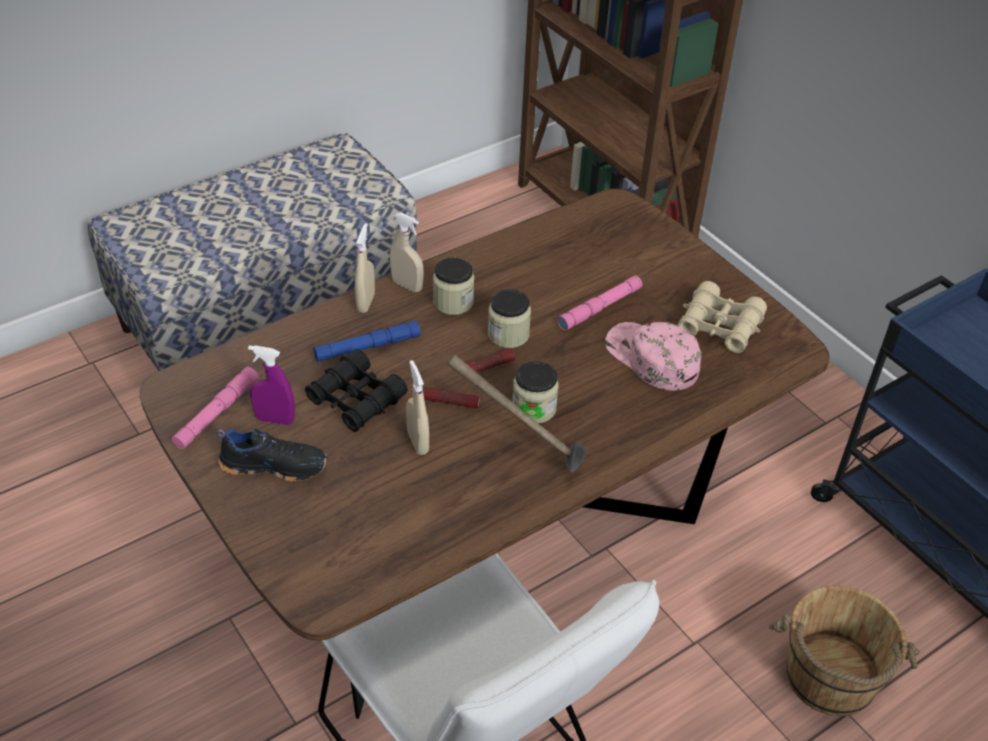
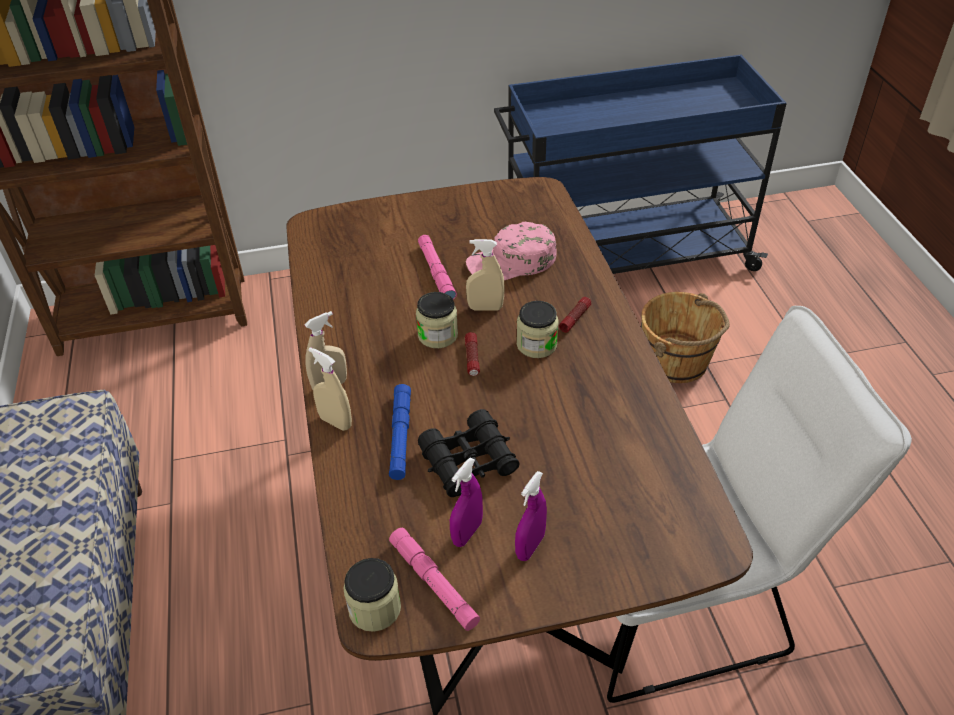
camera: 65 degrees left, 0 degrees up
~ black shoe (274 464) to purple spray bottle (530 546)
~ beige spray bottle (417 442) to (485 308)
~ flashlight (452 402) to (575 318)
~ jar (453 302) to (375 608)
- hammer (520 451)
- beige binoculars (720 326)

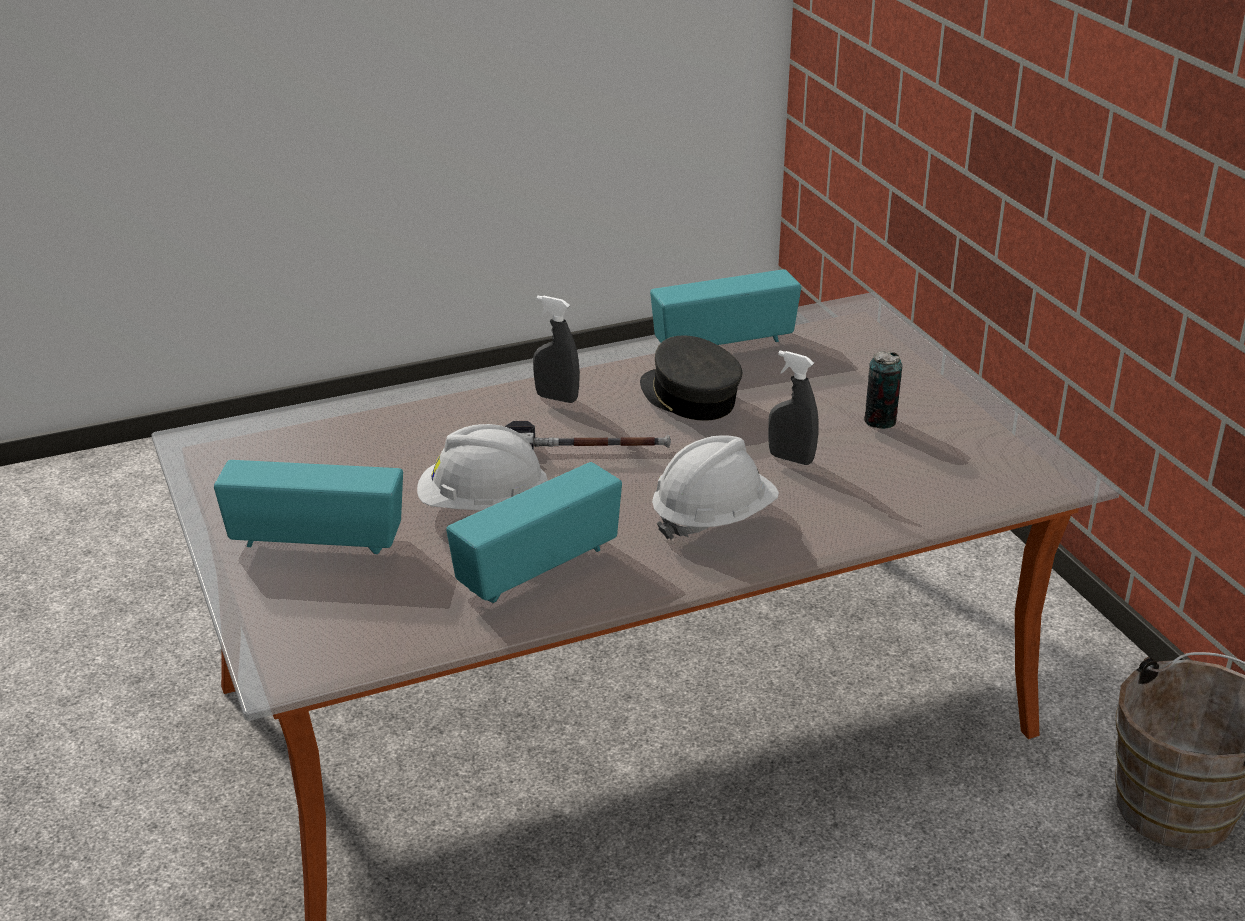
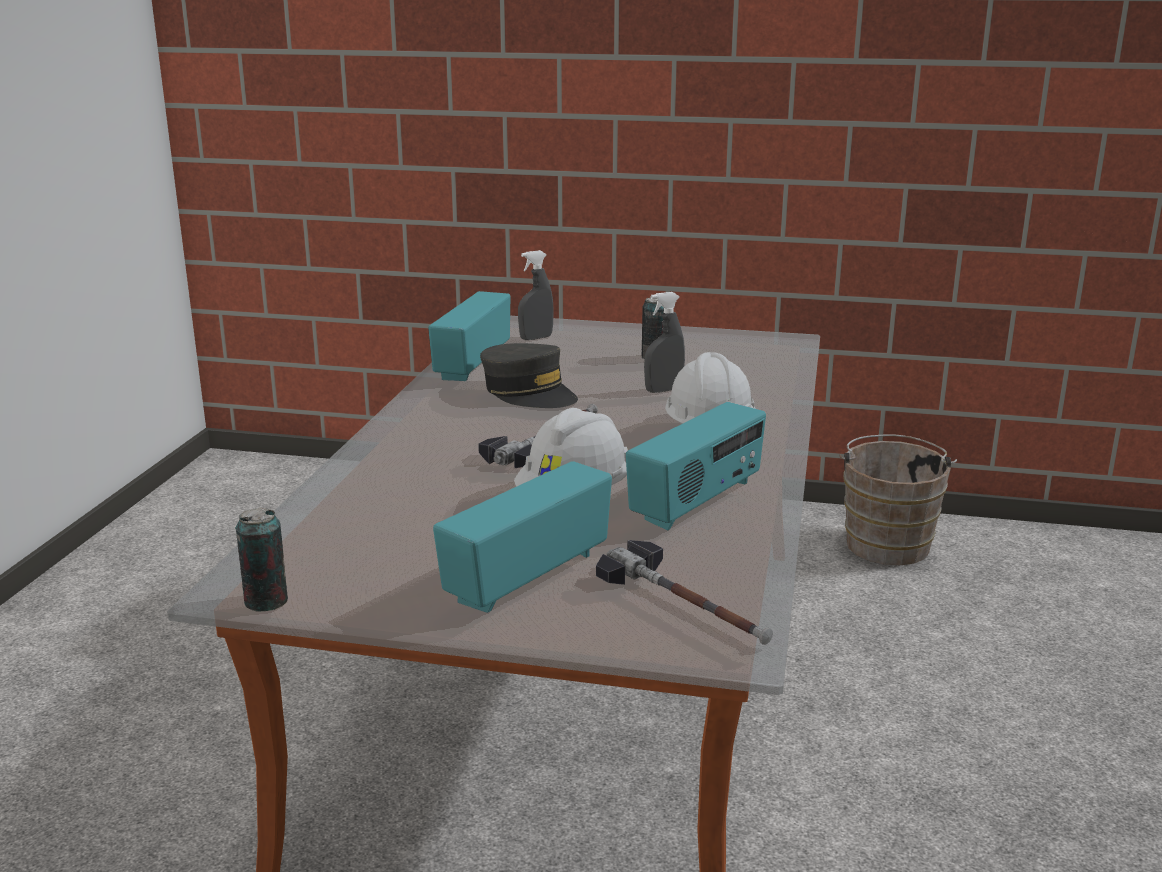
camera: 55 degrees left, 10 degrees down
~ radio (536 568) = (697 502) 135 degrees counterclockwise
~ grey spray bottle (556 398) to (536 338)
~ grey cap (689 397) = (529 393) 135 degrees counterclockwise
+ can (266 601)
+ hammer (686 603)

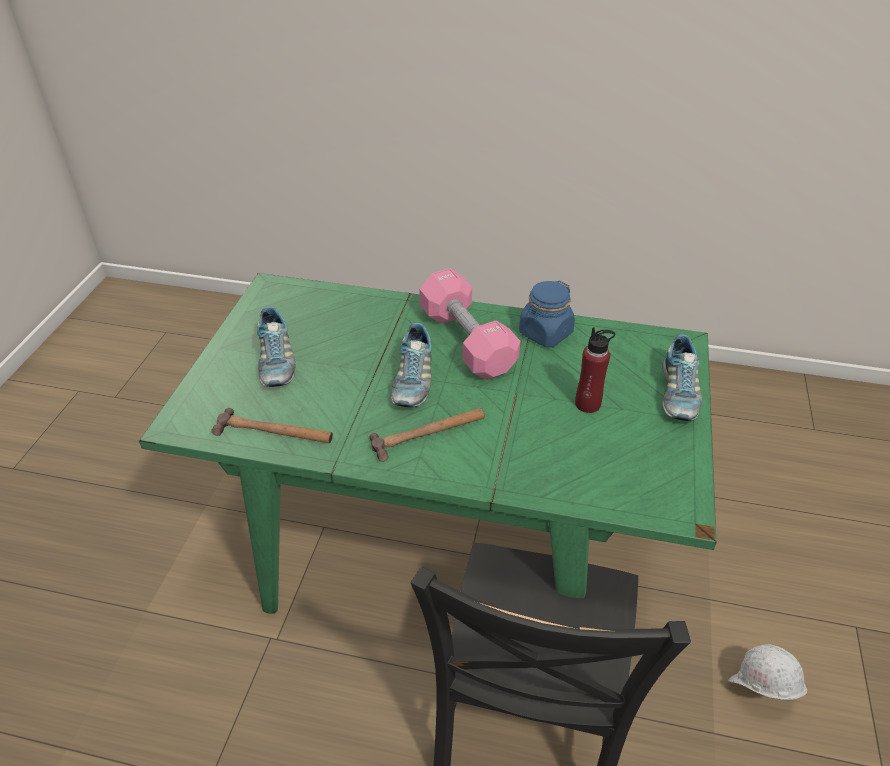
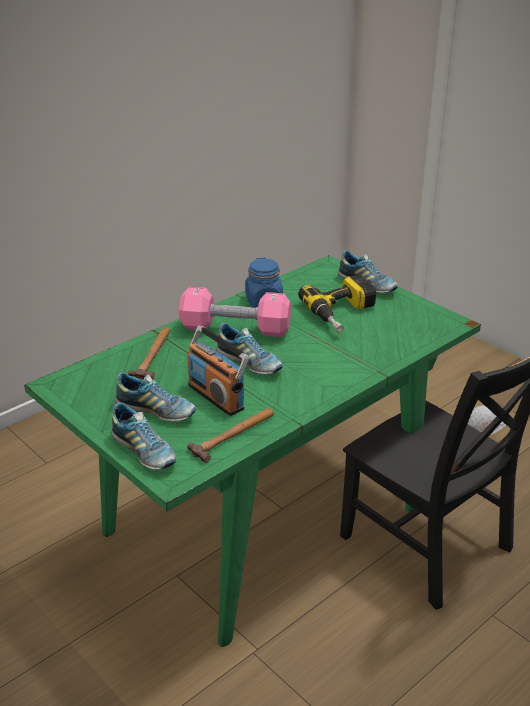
camera: 55 degrees left, 10 degrees down
~ hammer (429 434) to (154 355)
~ red bottle (588 404) to power drill (343 314)
+ shoe (144 451)
+ radio (216 396)

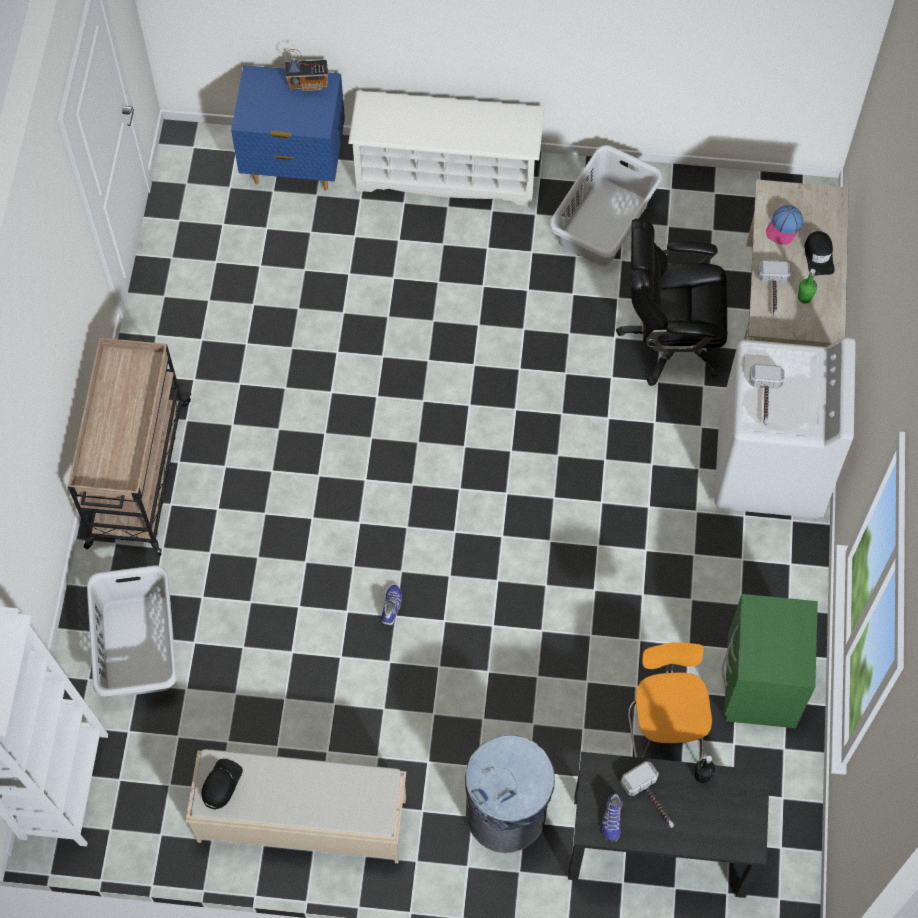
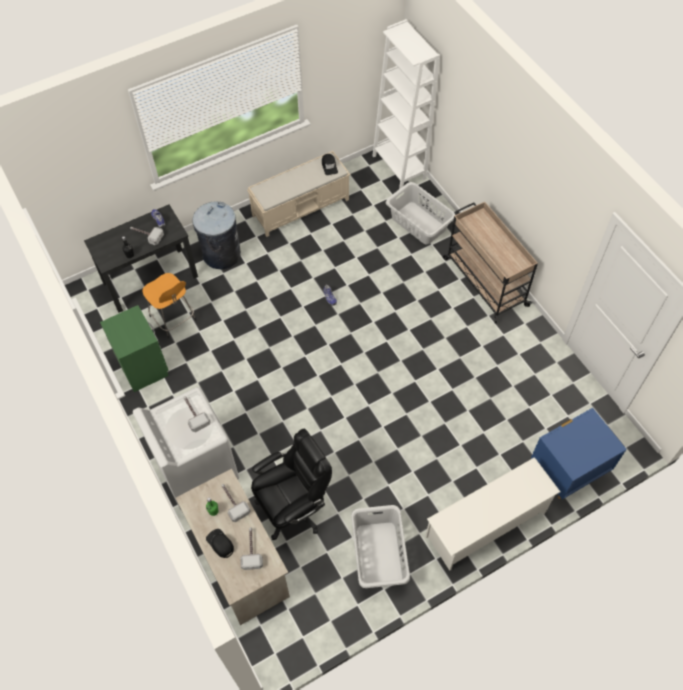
camera: 145 degrees right, 5 degrees down
- radio (308 83)
~ cap (784 227) to hammer (251 549)

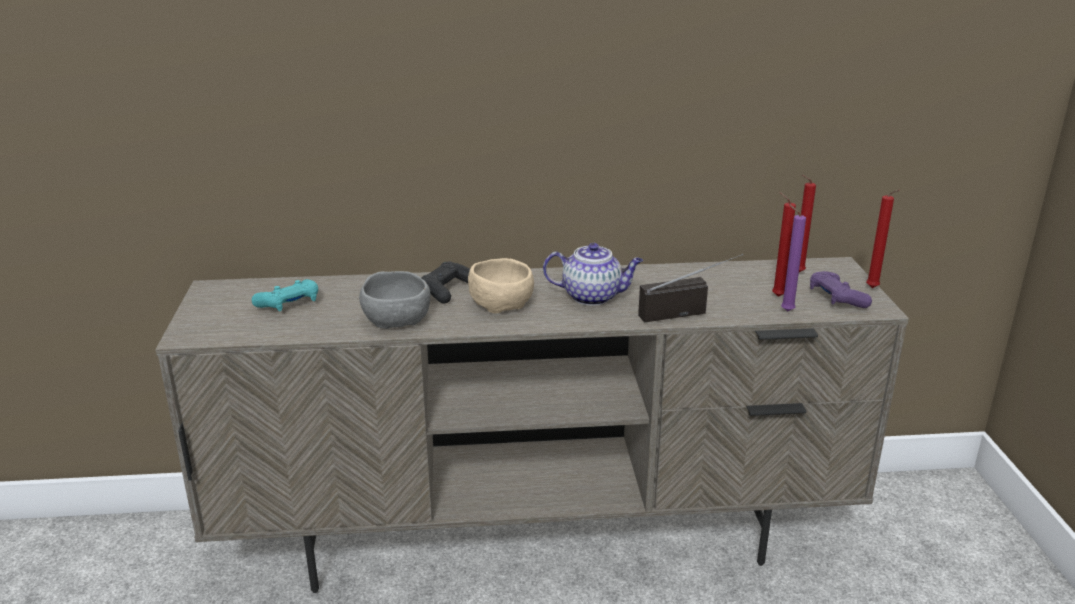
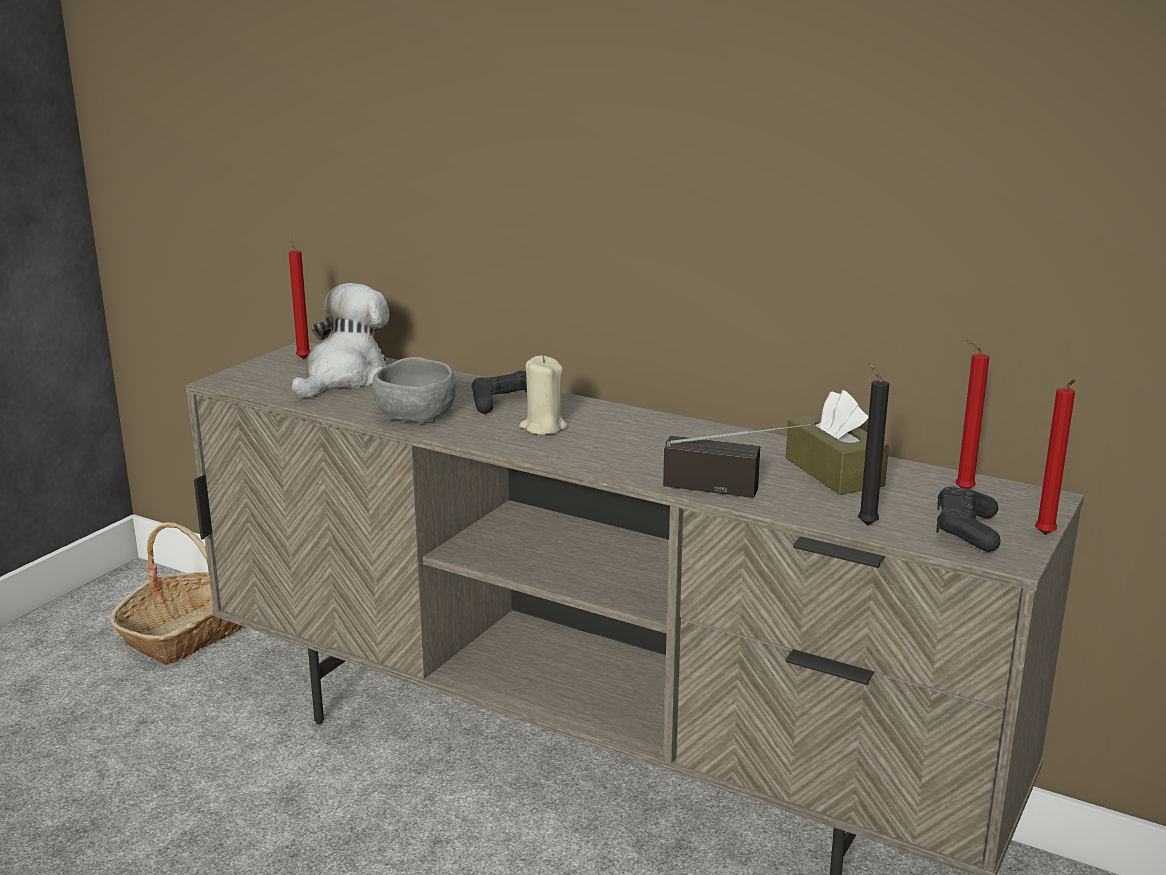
camera: 35 degrees right, 5 degrees down
~ turquoise game controller (289 304) to plush toy (345 378)
~ beige bowl (502 302) to beige candle (543 427)
- teapot (593 296)
~ red candle (776 296) to (303 358)
~ purple candle (785 311) to black candle (865 524)
~ purple game controller (836 298) to black game controller (966 531)
+ basket (190 632)
+ brown tissue box (834 472)

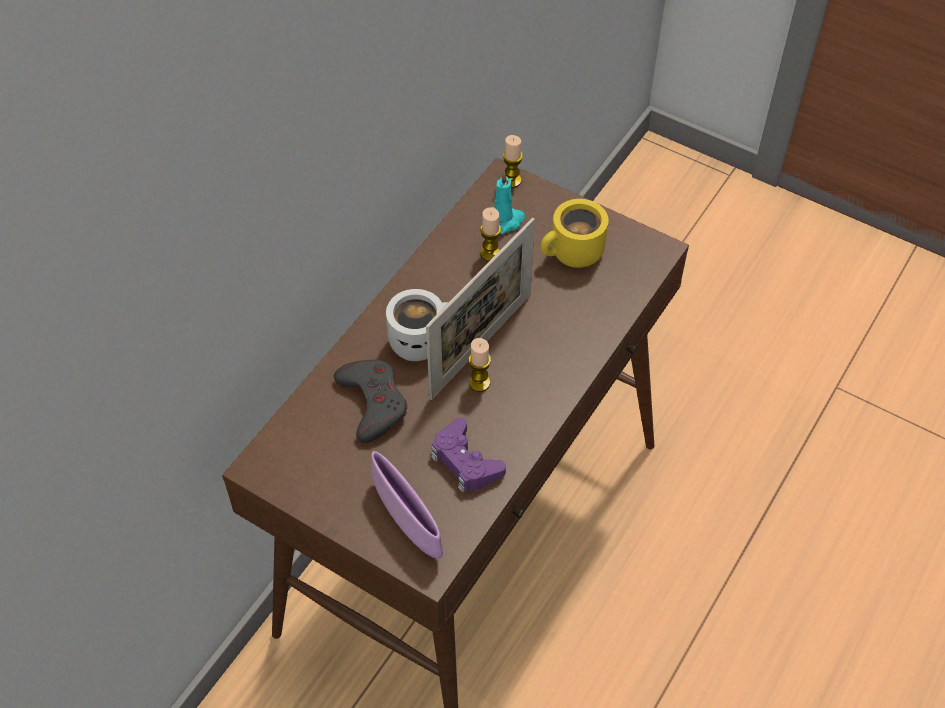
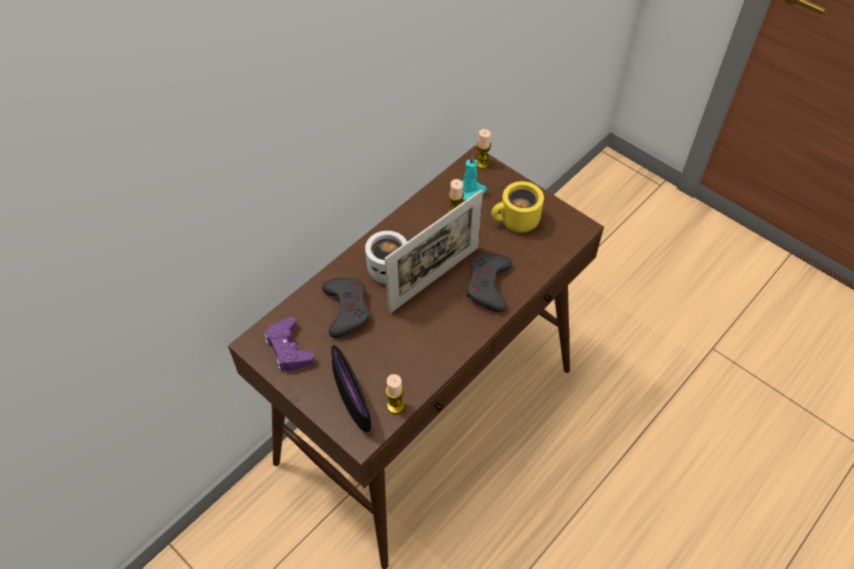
camera: 10 degrees right, 0 degrees up
~ purple bowl (407 521) to black bowl (352 400)
~ purple game controller (465 461) to (289 349)
~ candle (479 383) to (395 406)
+ grey game controller (488 285)

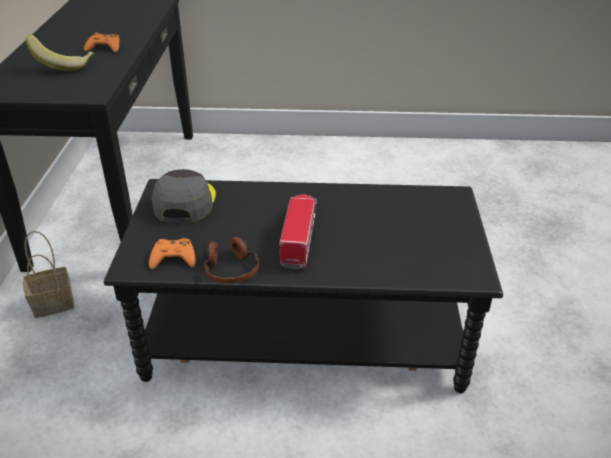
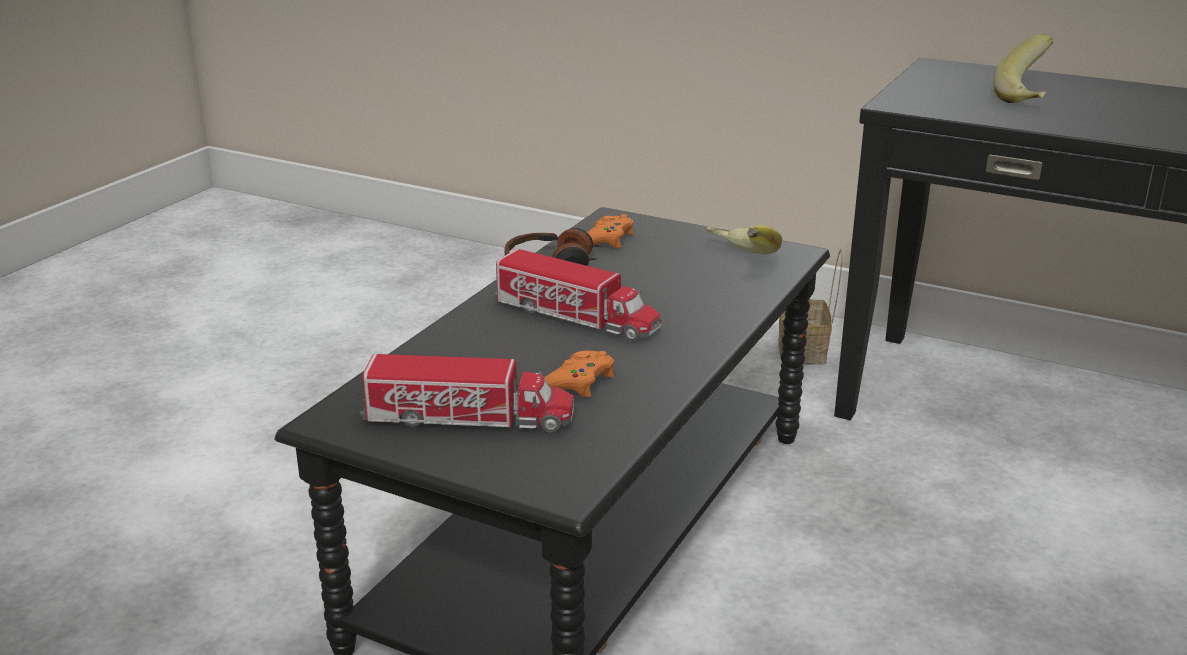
camera: 115 degrees right, 10 degrees down
~ orange game controller (104 47) to (577 382)
~ grey cap (184 202) to banana (737 260)
+ toy truck (468 418)

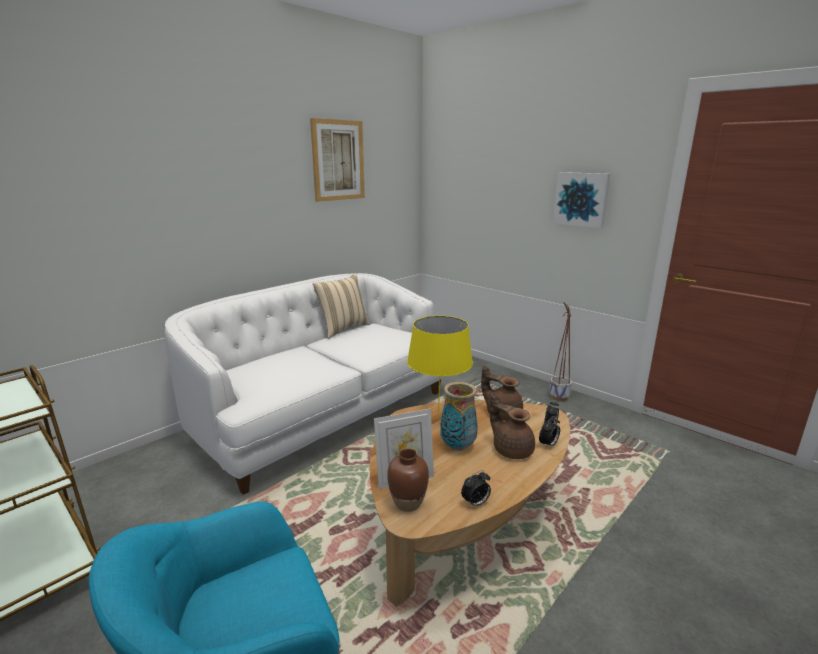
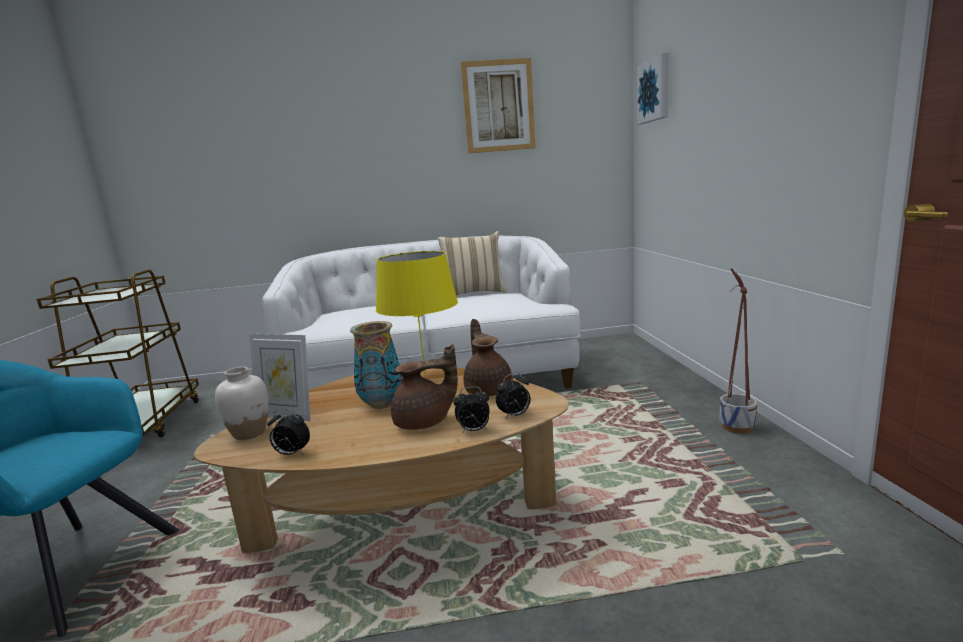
camera: 40 degrees right, 5 degrees down
~ brown vase (407 503) to white vase (249 433)
~ brown teapot (511 449) = (424 422) 75 degrees clockwise
~ picture (581 199) to (655 90)

